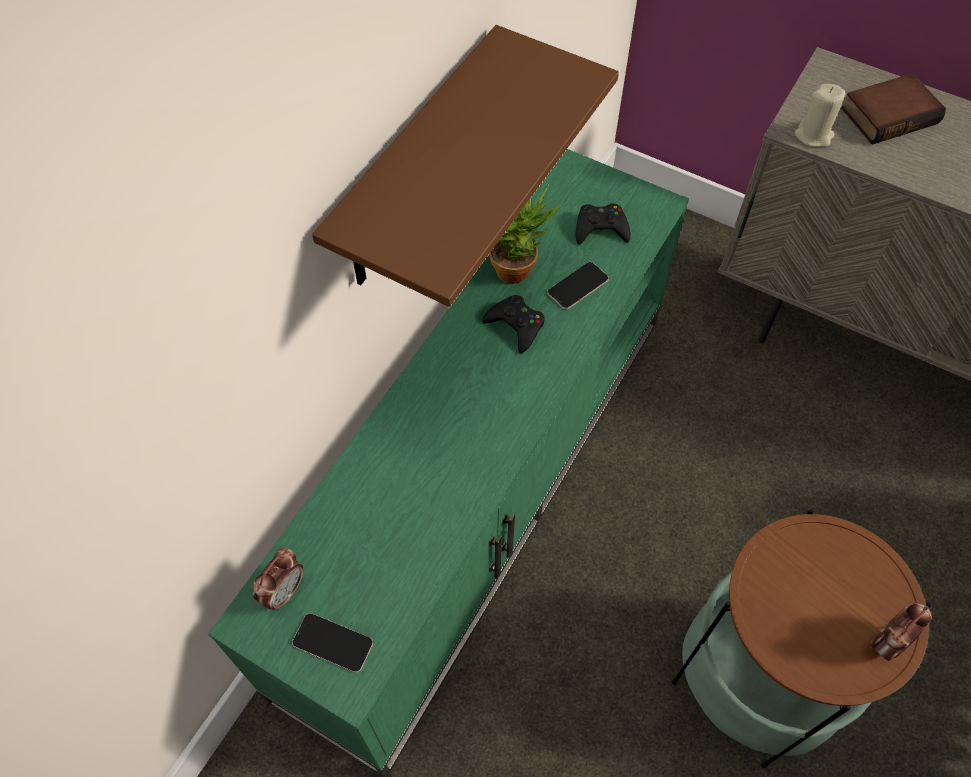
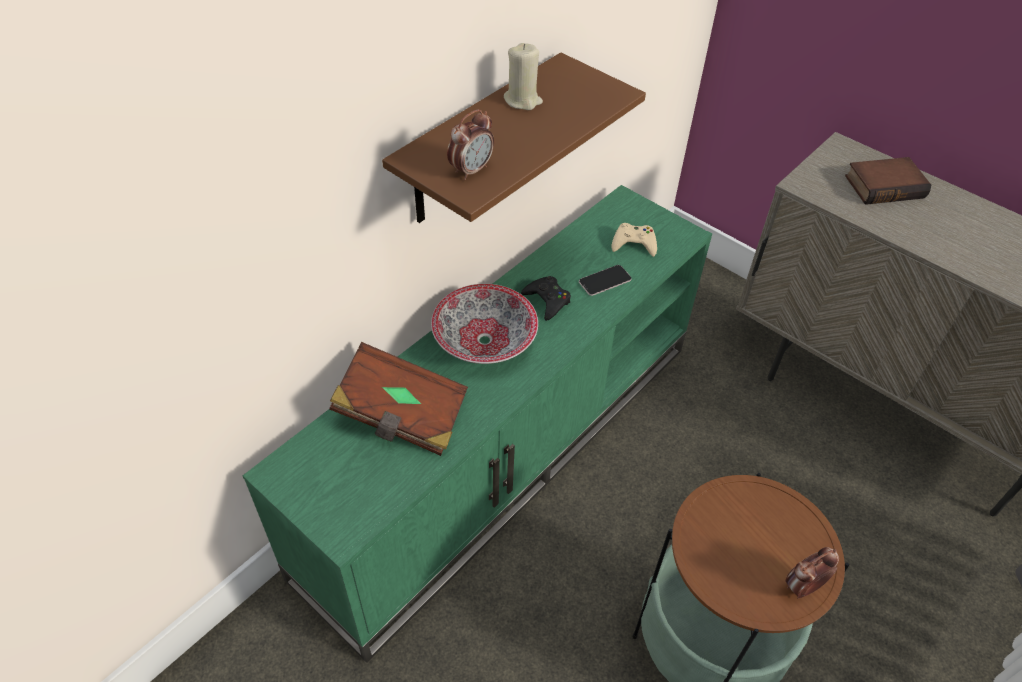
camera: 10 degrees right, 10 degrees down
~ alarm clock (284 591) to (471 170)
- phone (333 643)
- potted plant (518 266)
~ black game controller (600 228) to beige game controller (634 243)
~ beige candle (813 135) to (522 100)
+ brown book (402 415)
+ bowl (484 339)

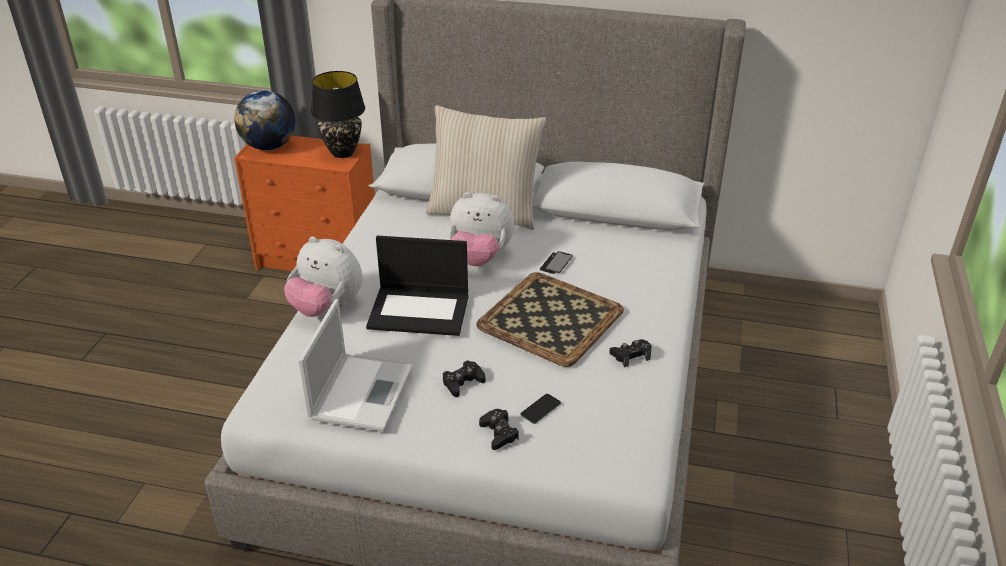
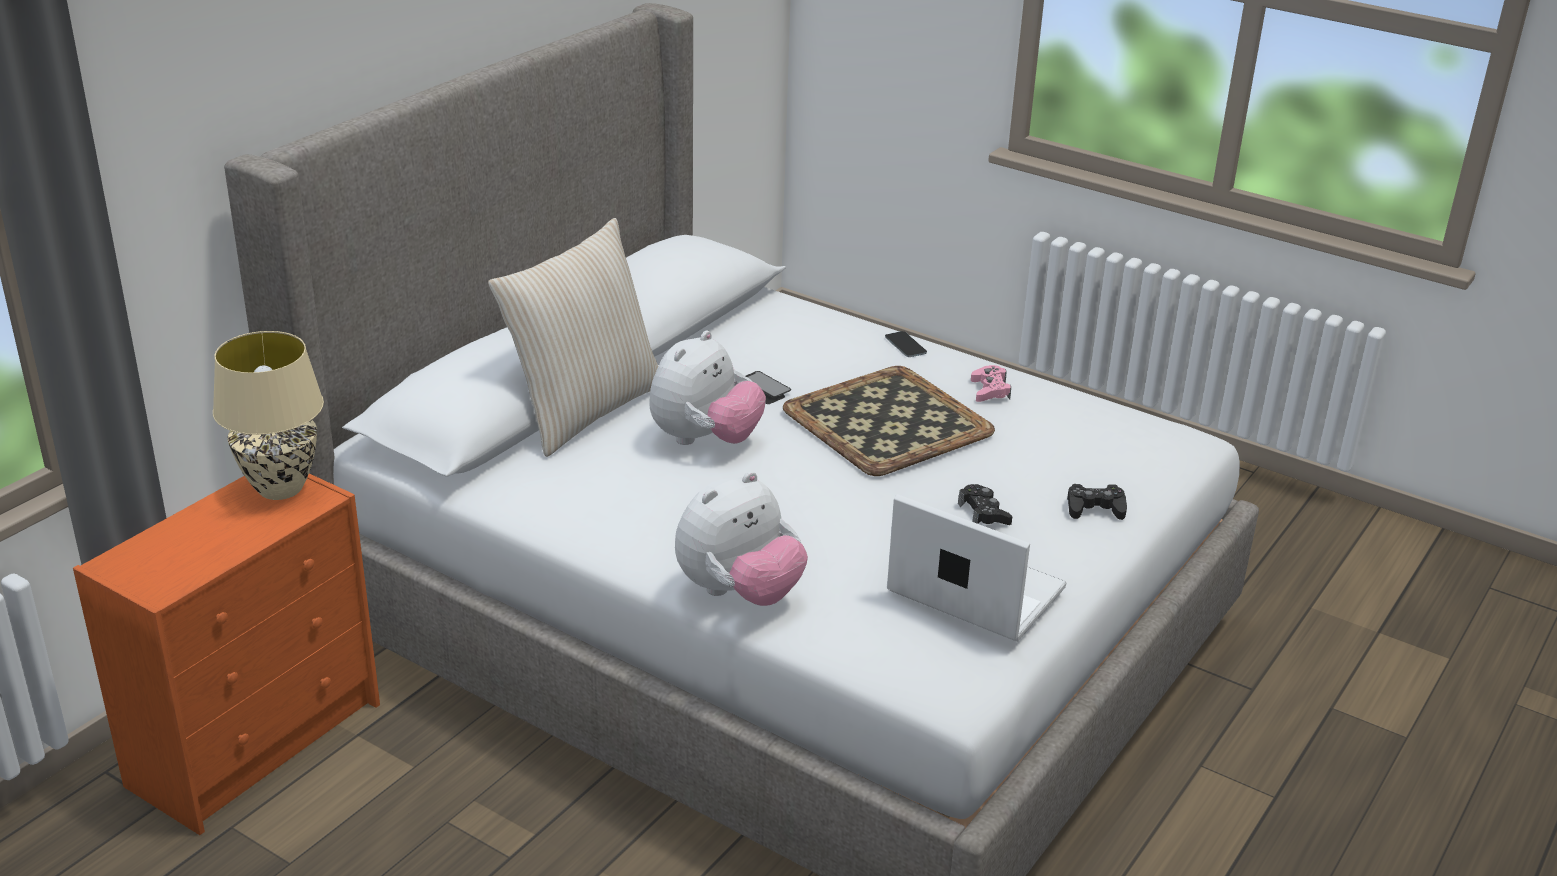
camera: 70 degrees left, 5 degrees down
- globe (269 146)
~ black table lamp (343 153) to beige table lamp (281 488)
- laptop (420 311)
~ phone (540 409) to (905 345)
~ black game controller (631 355) to pink game controller (990 390)

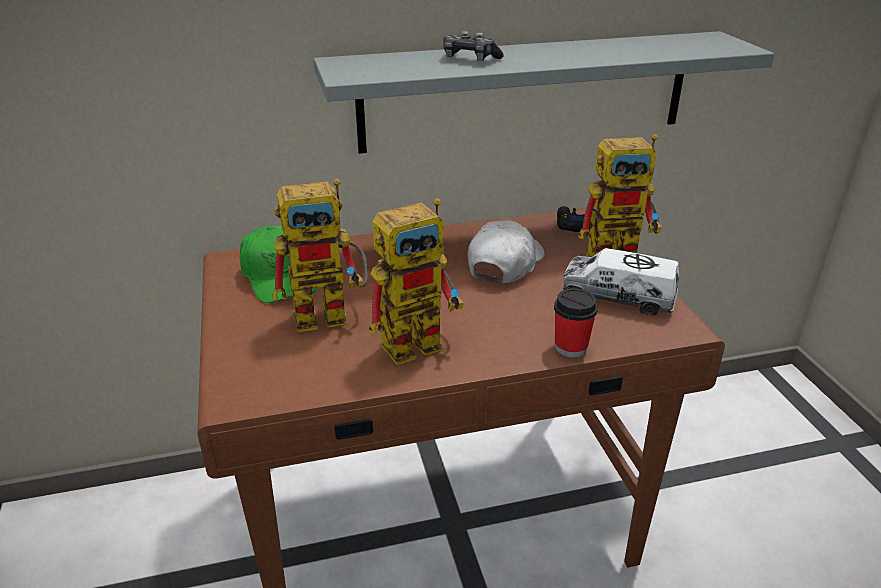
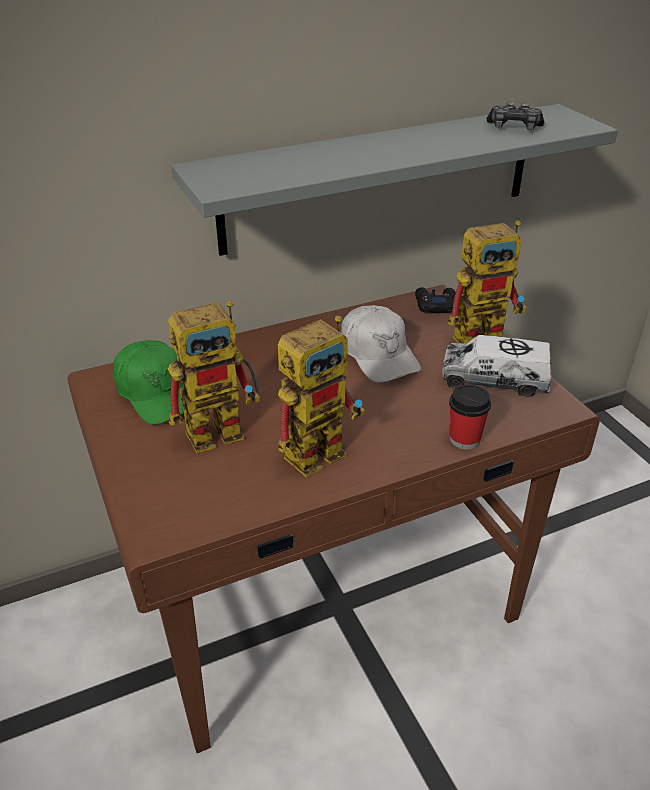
camera: 10 degrees left, 5 degrees up
~ game controller (469 59) to (514 128)
~ white cap (505 264) = (378 355) 135 degrees clockwise

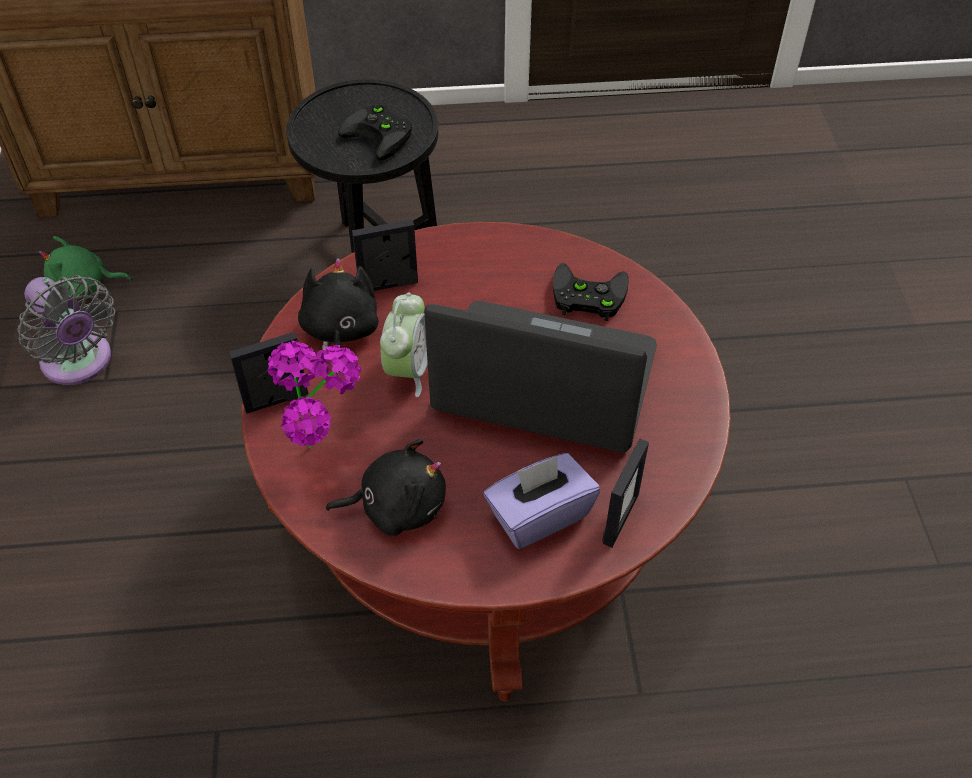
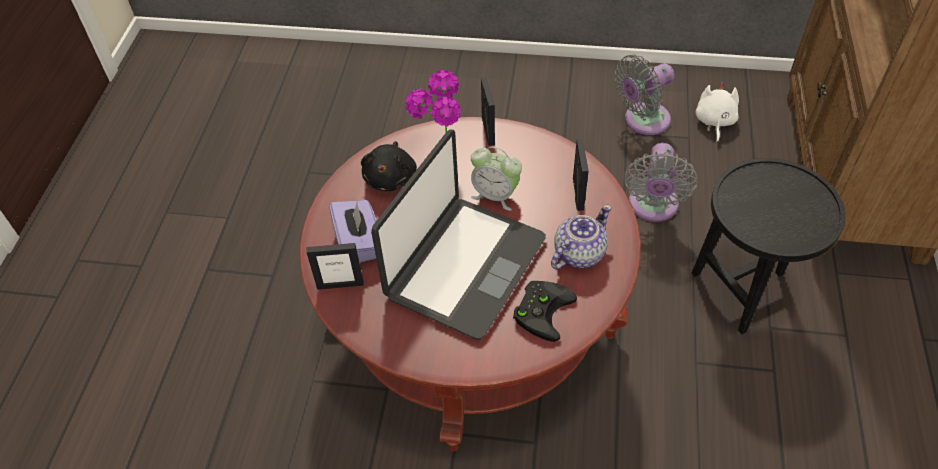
camera: 105 degrees right, 0 degrees up
~ green plush toy (84 286) to white plush toy (714 122)
- black plush toy (340 332)
- black game controller (381 135)
~ picture frame (620 518) = (340 284) 45 degrees counterclockwise
+ teapot (578 253)
+ grey fan (652 207)

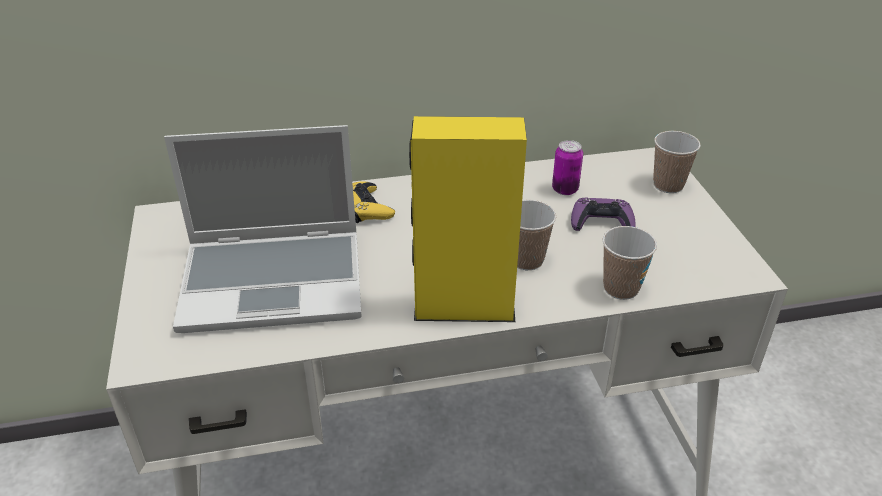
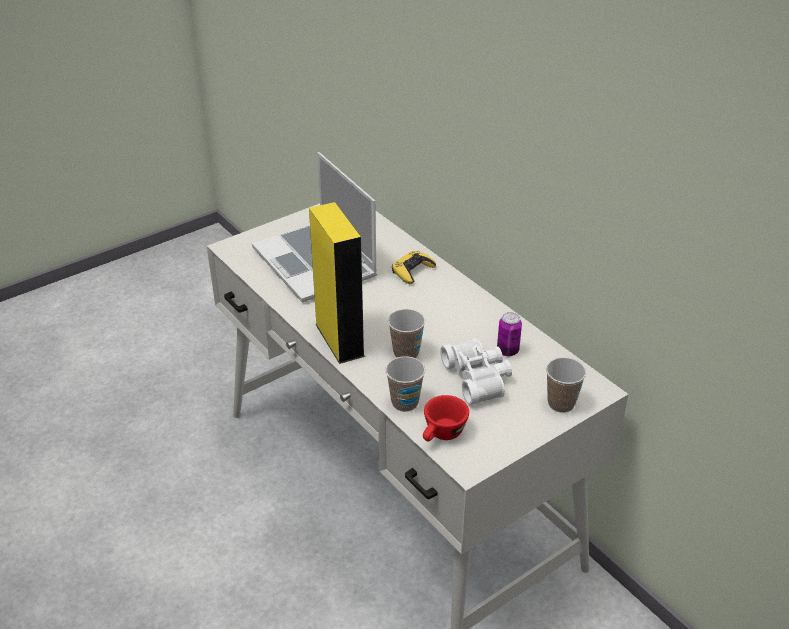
camera: 65 degrees right, 0 degrees up
~ purple game controller (601 222) to white binoculars (479 378)
+ red cup (442 435)

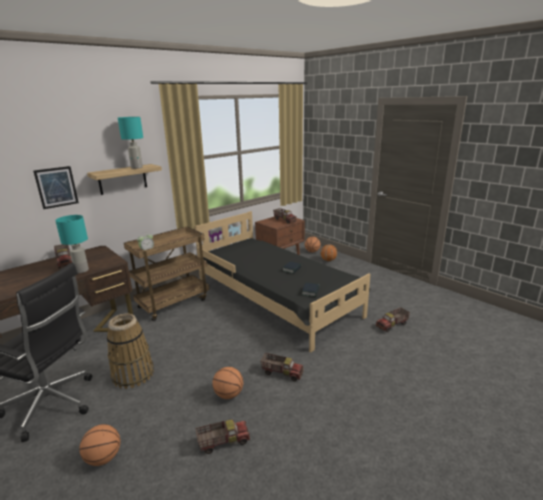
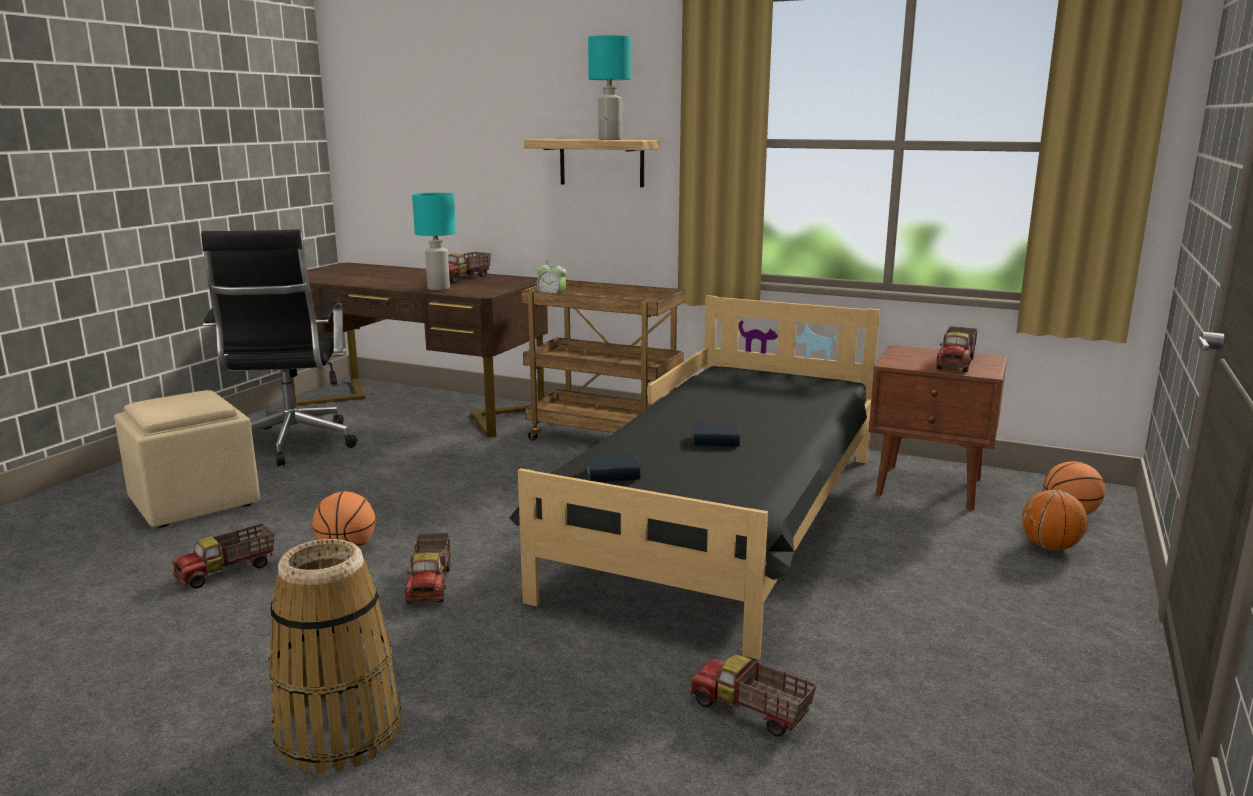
camera: 65 degrees right, 5 degrees down
- picture (56 187)
~ basketball (103 458) to beige ottoman (195 501)
~ basket (133 374) to (338 732)
~ toy truck (223 441) = (228 571) 90 degrees clockwise

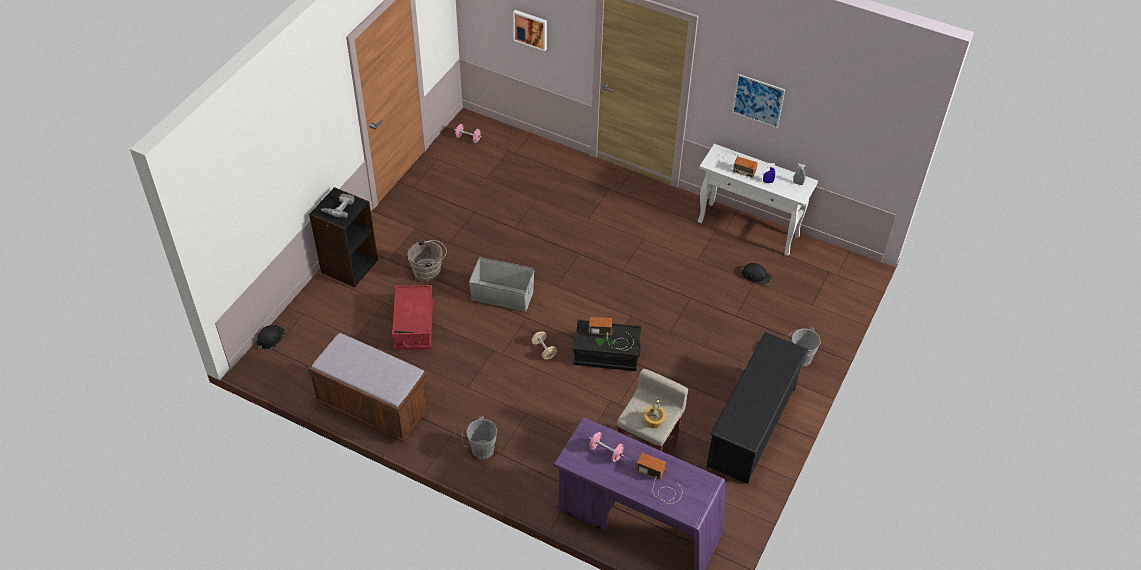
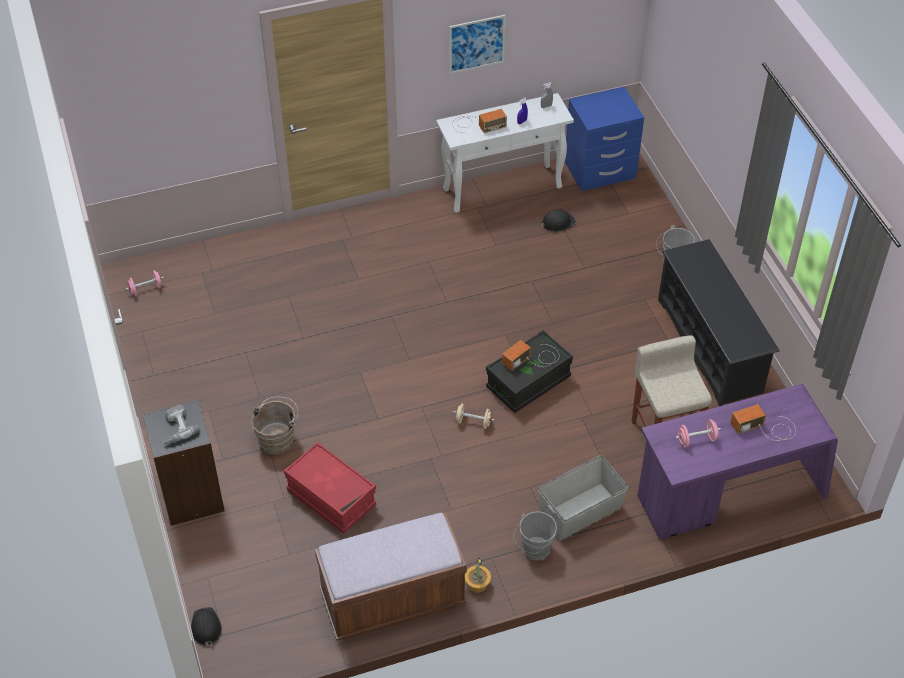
camera: 45 degrees left, 0 degrees up
~ grey storage box (502 295) to (580 511)
- picture (531 29)
~ potted plant (654 421) to (477 584)
+ blue nightstand (600 171)

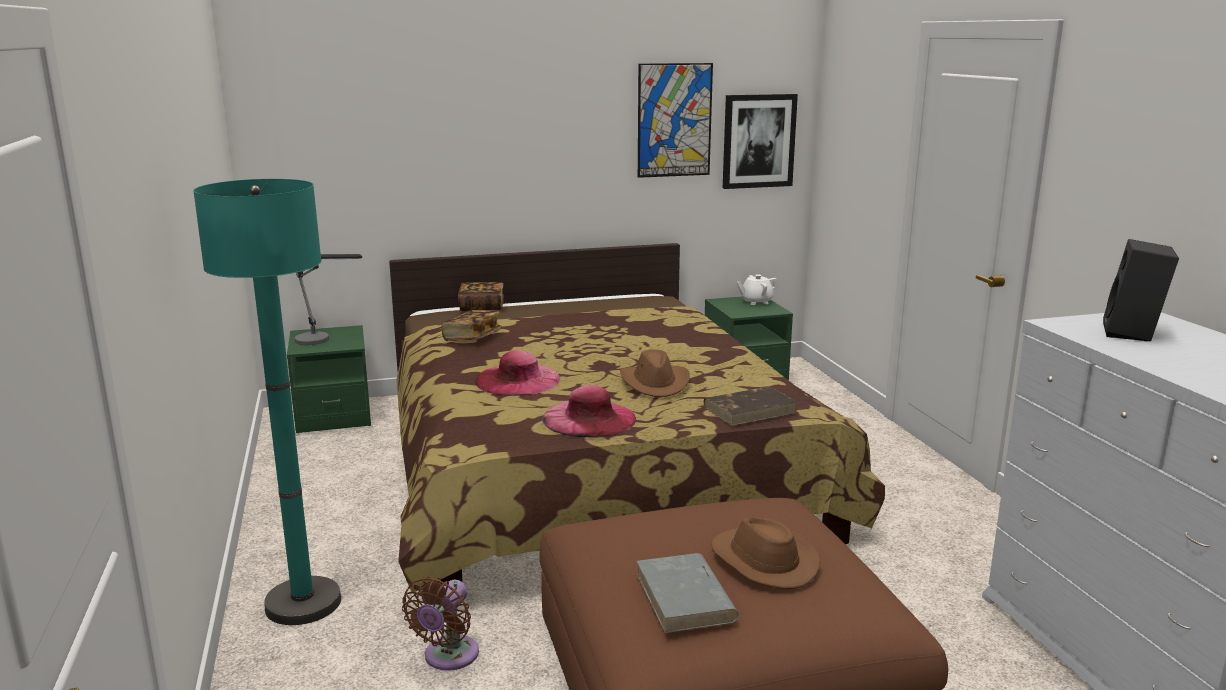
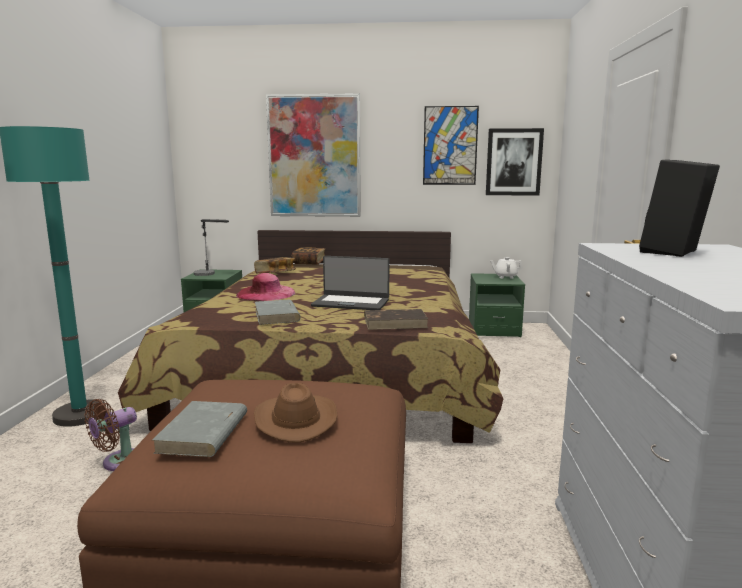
camera: 20 degrees right, 5 degrees down
~ pink hat (589 418) to grey book (277 315)
~ brown hat (655 383) to laptop (351 303)
+ picture (314 156)

